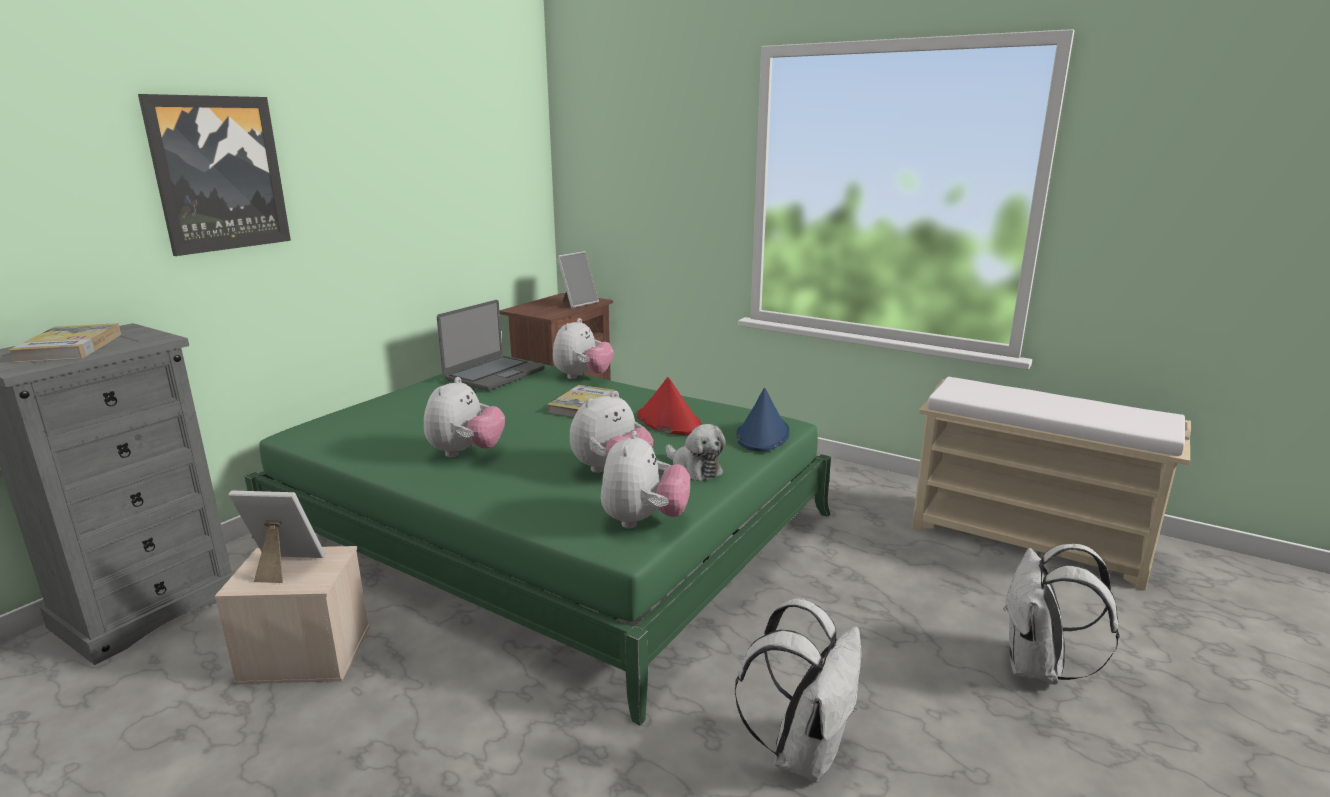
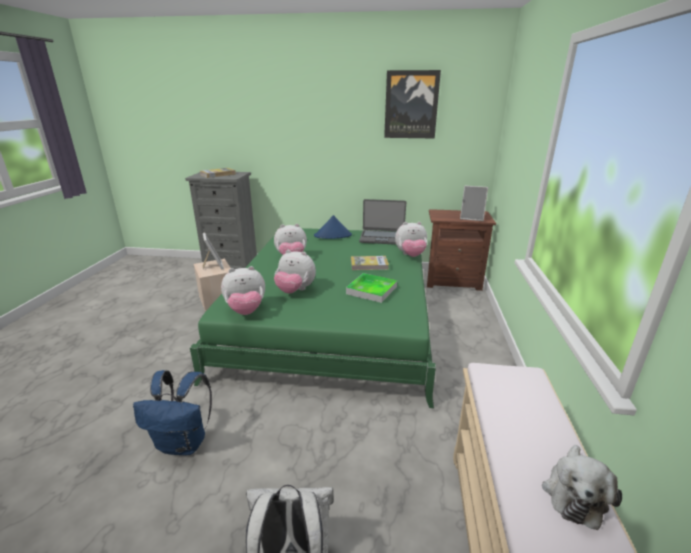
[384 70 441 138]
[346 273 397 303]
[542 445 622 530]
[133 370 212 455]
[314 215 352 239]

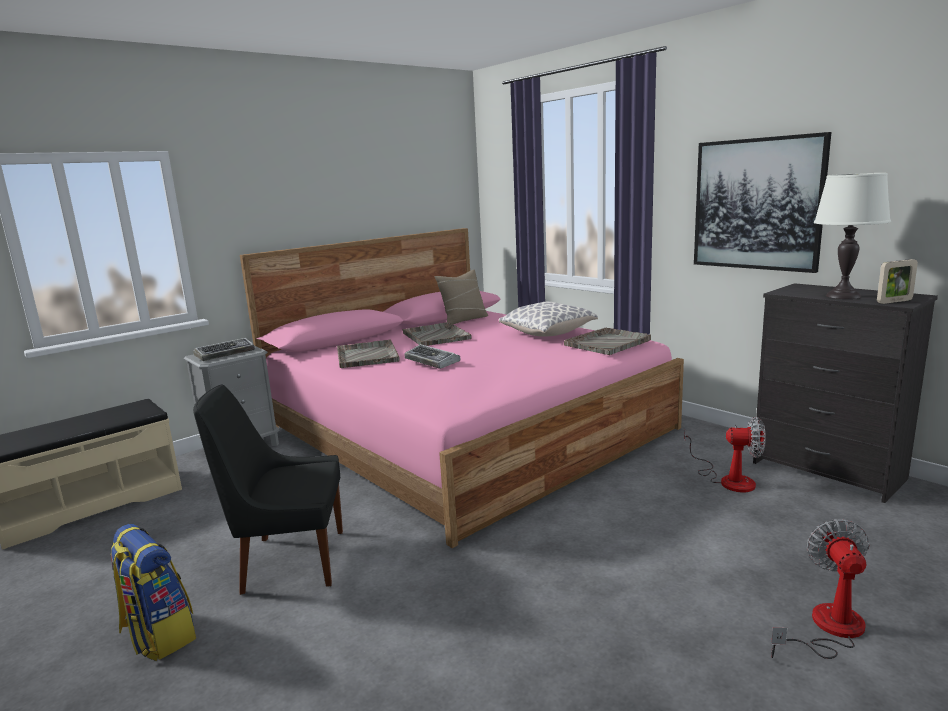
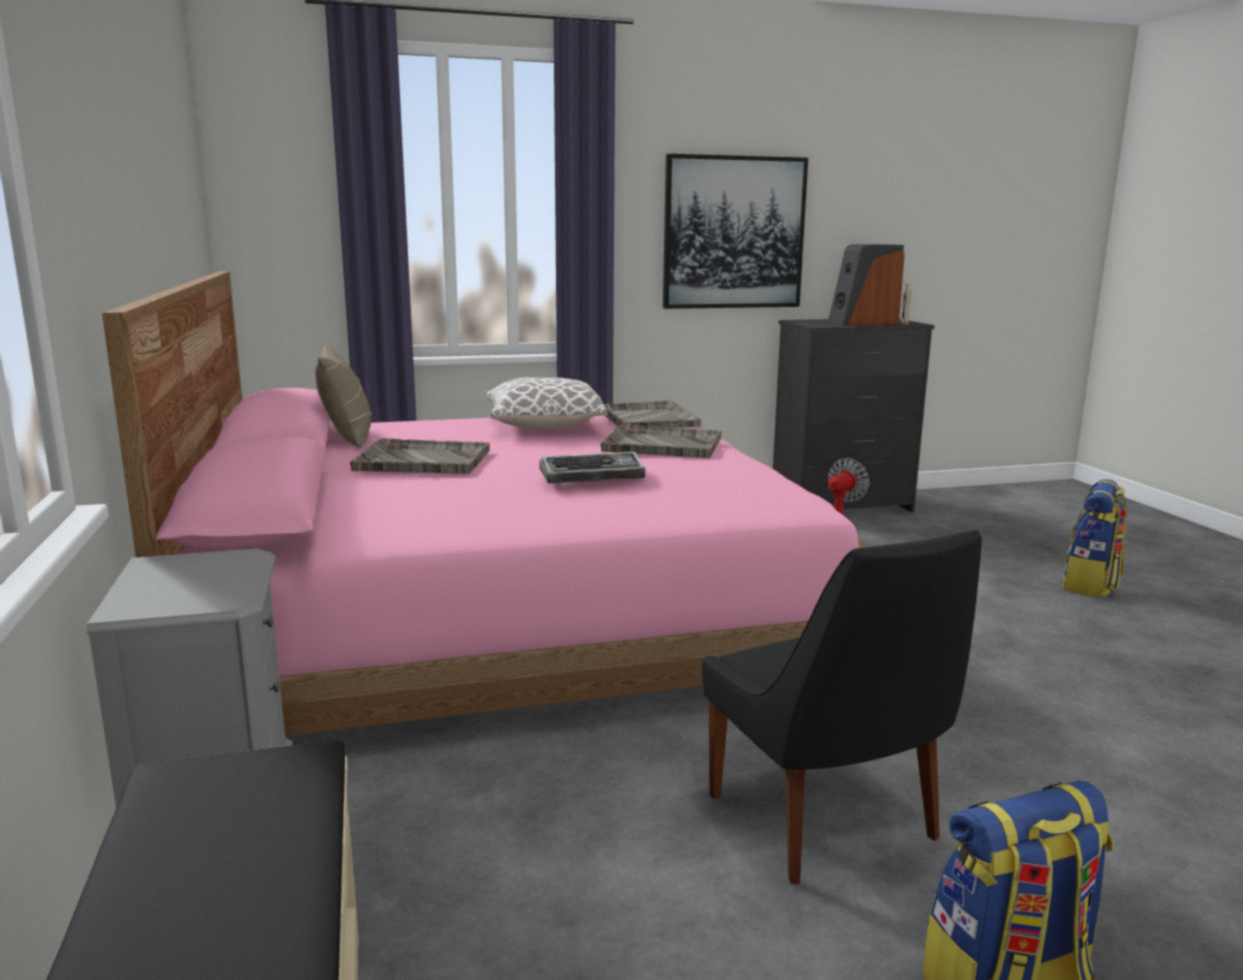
[193 338 255 361] (first image)
[702 530 982 884]
[600 424 722 458]
[1063 479 1127 597]
[828 244 905 326]

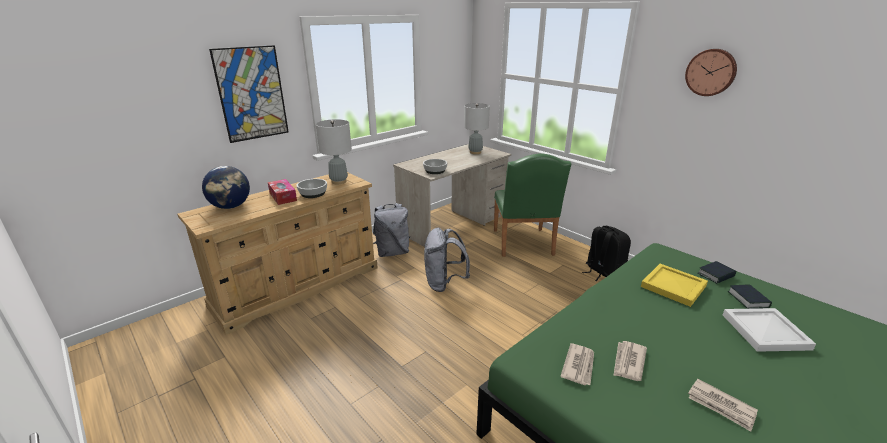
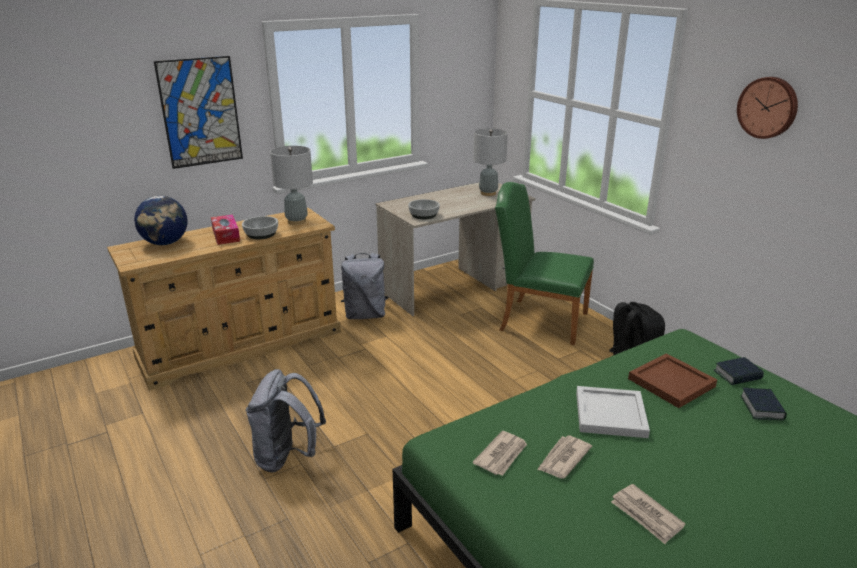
[246 369 326 473]
[495 182 594 345]
[628 353 717 408]
[576 386 650 438]

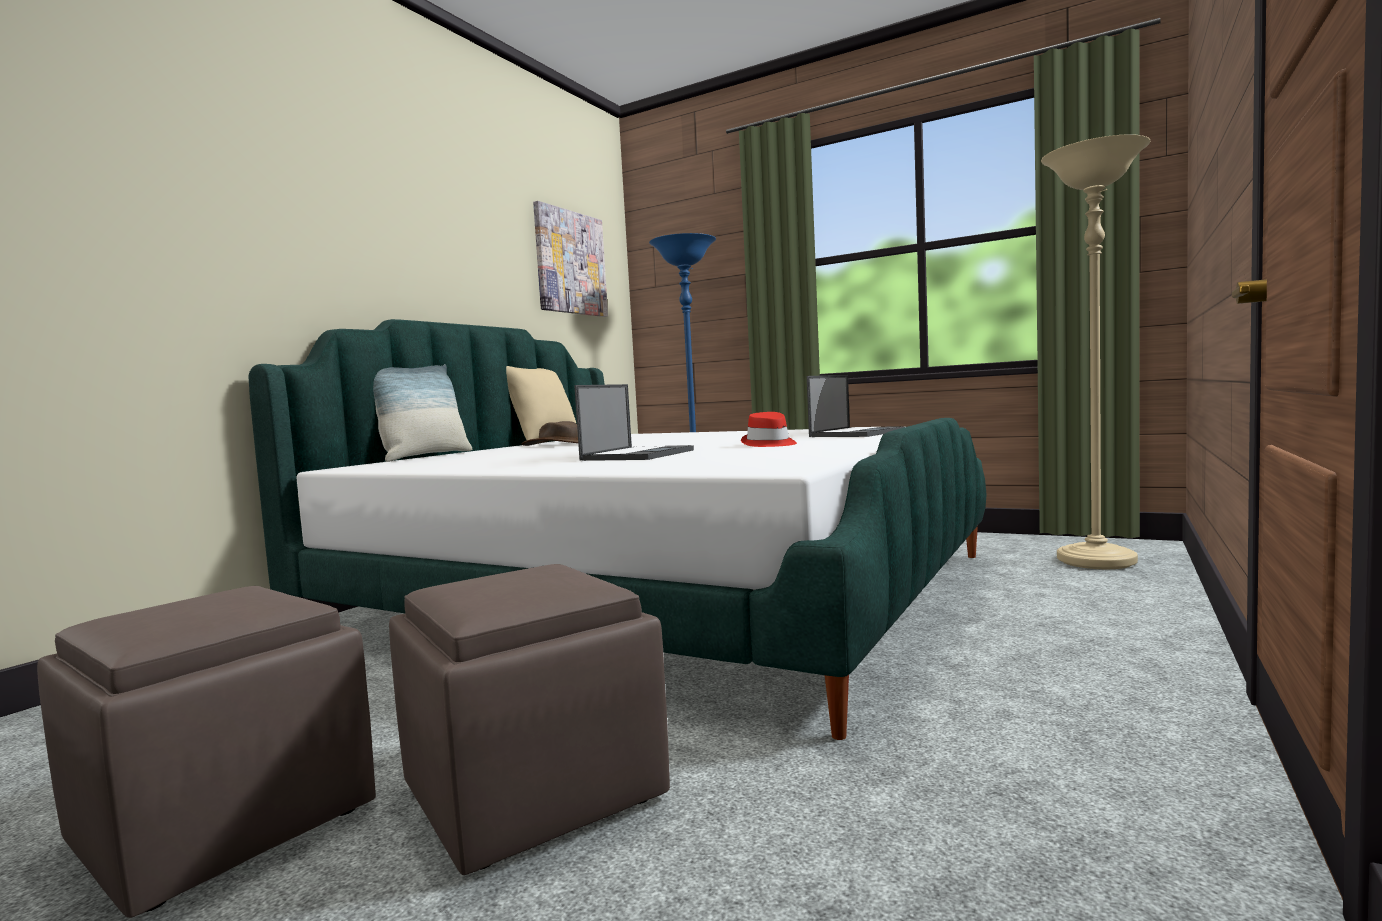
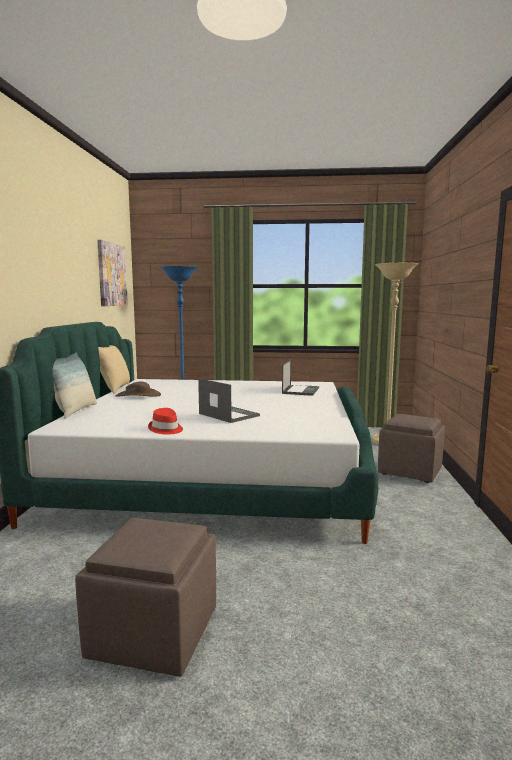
[378 414 445 483]
[198 378 260 423]
[148 408 183 434]

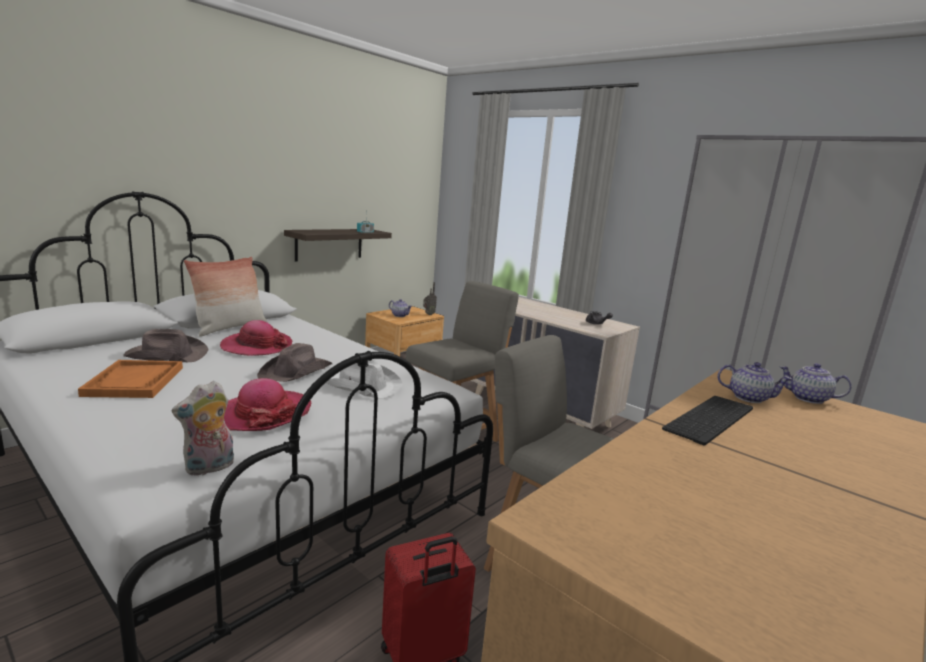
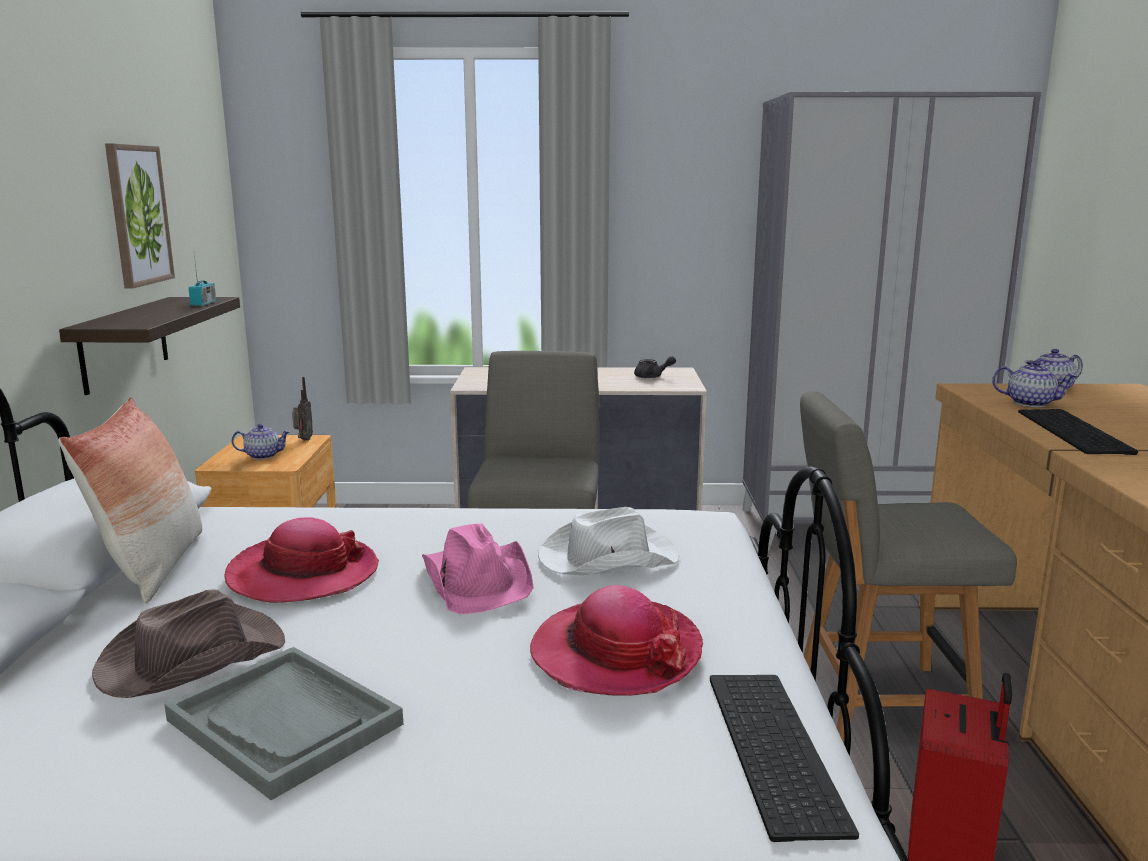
[164 647 403 800]
[710 675 859 842]
[422 523 534 614]
[992 361 1077 407]
[105 144 175 289]

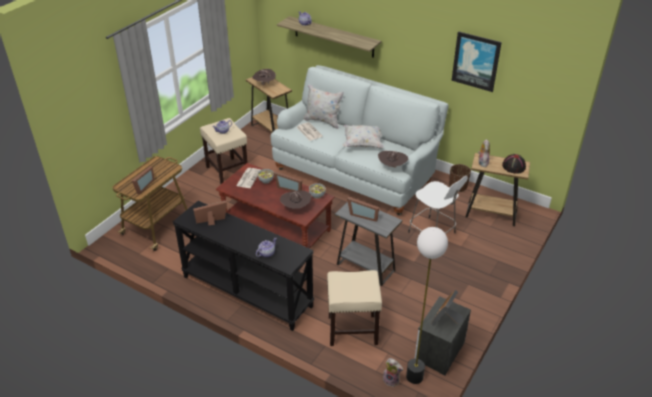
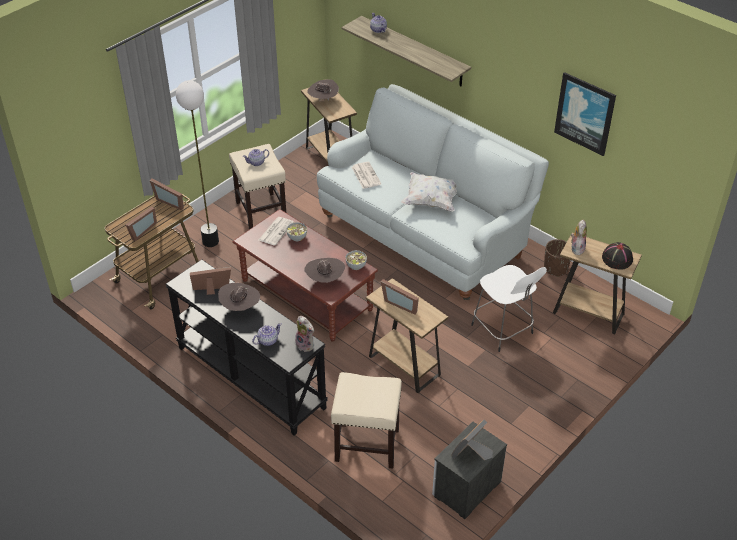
[150 179 184 210]
[303 84 344 129] (first image)
[366 278 448 393]
[218 282 260 311]
[295 316 315 352]
[176 80 219 247]

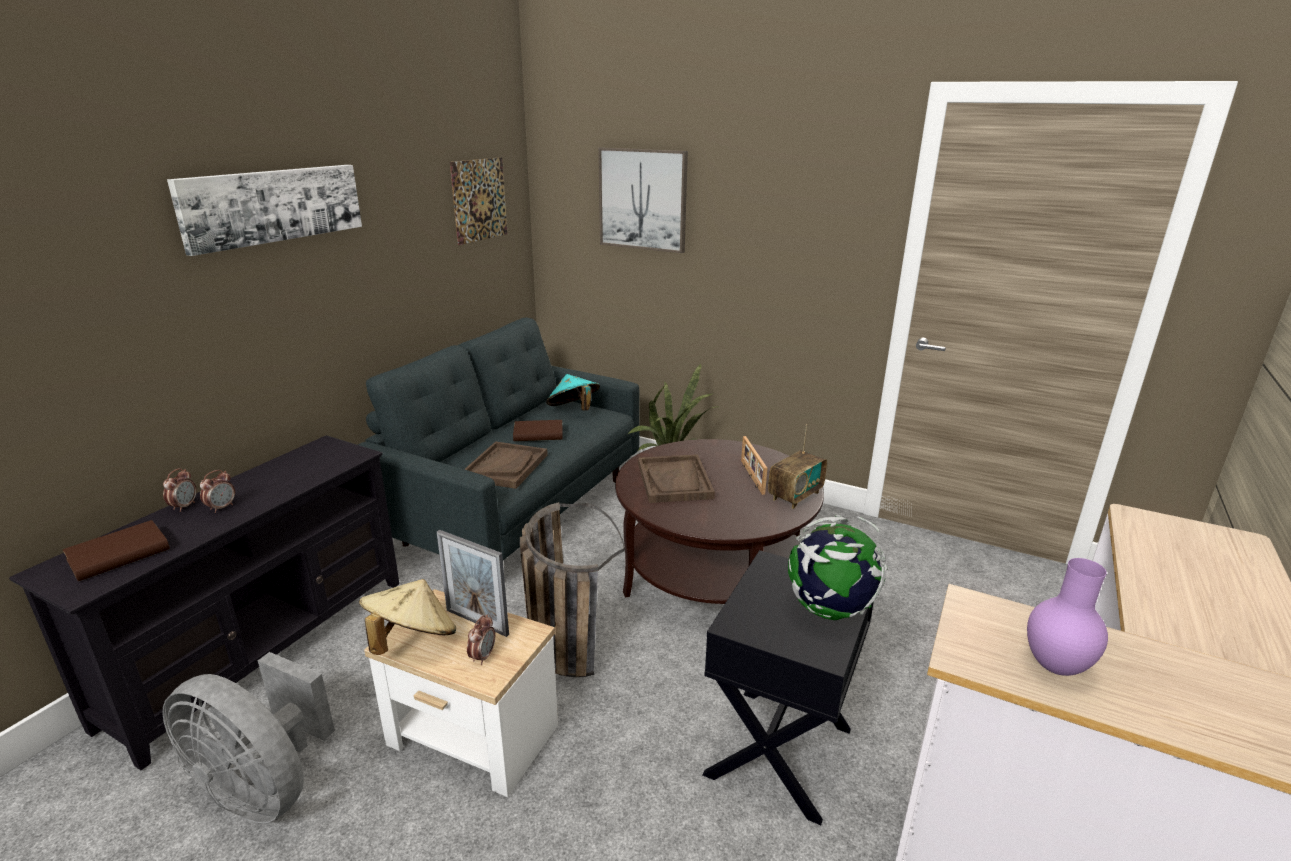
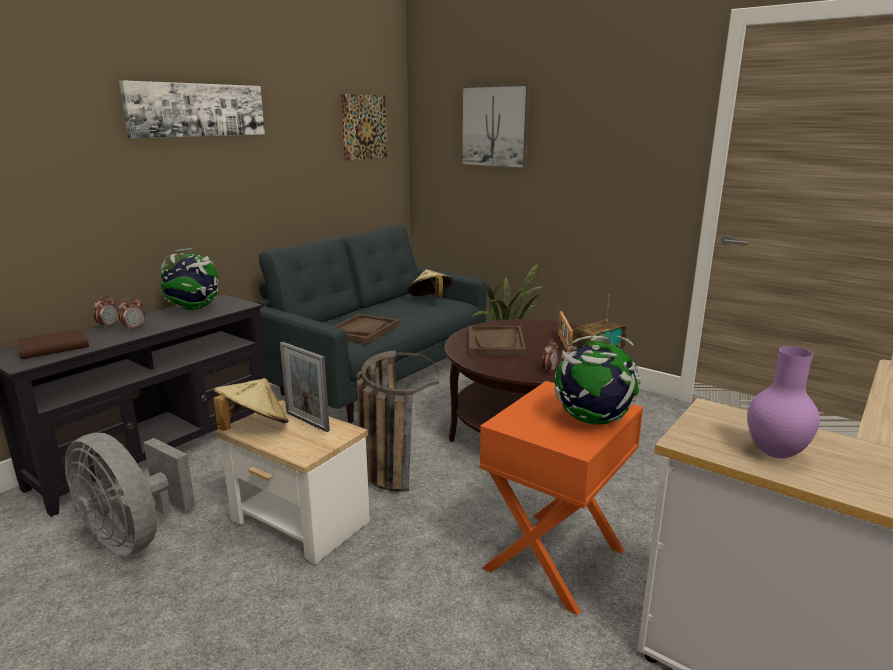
[542 340 558 372]
[513 420 563 441] (first image)
[407 269 453 298]
[480 381 643 616]
[160 248 219 310]

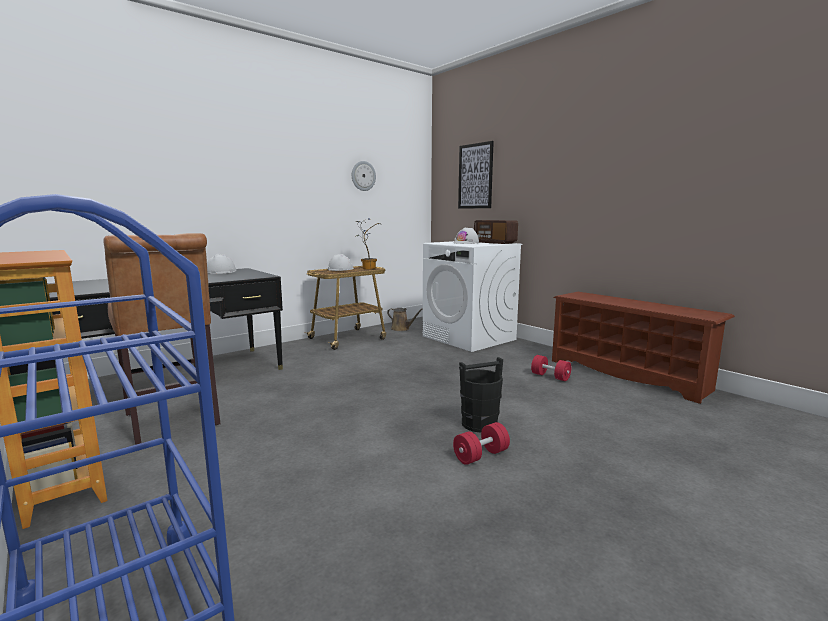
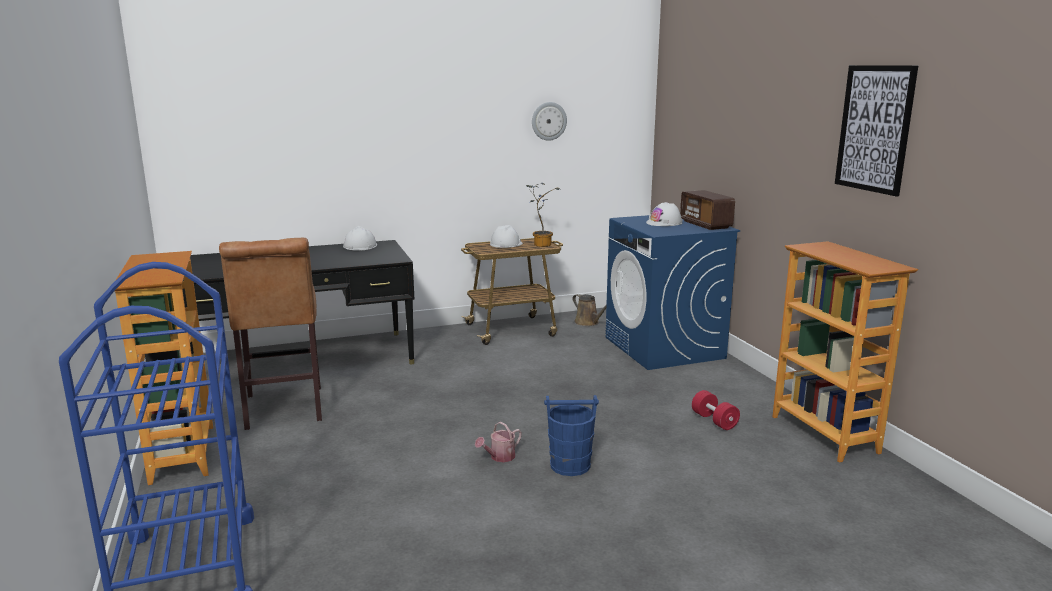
[605 215 740 370]
[453 422 510 465] (first image)
[835 65 918 197]
[544 395 599 476]
[772 241 918 463]
[475 422 522 462]

